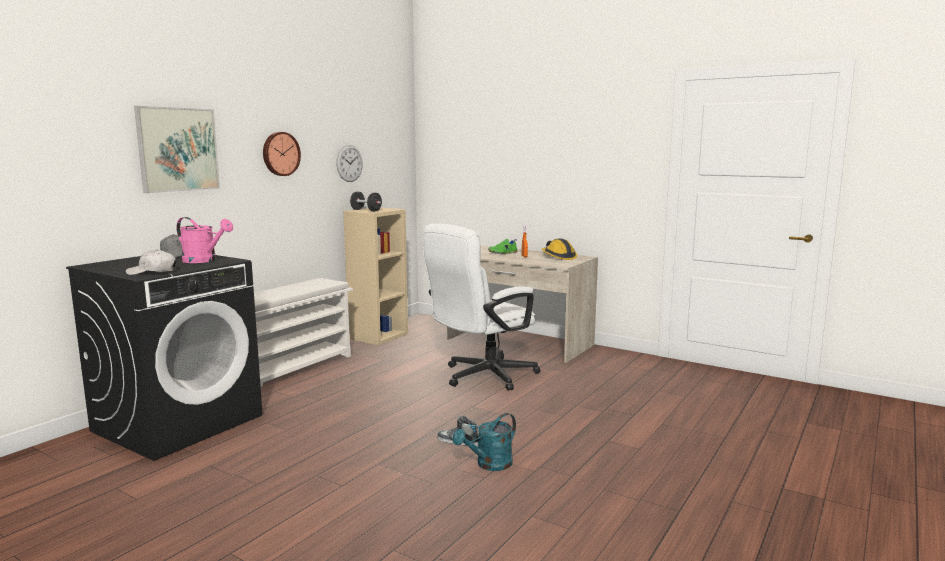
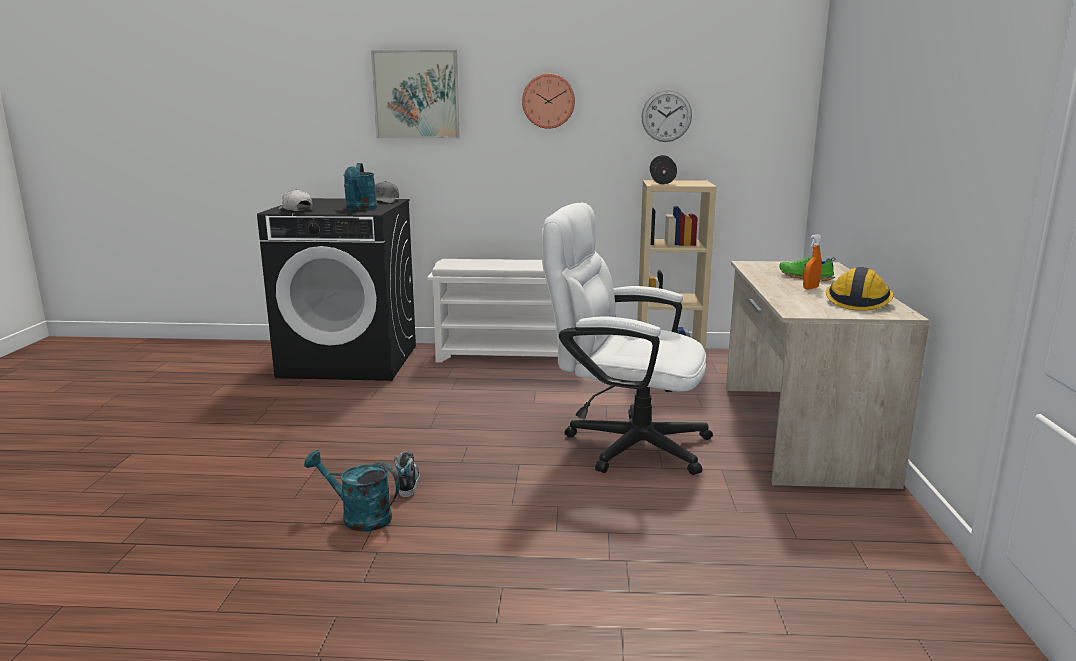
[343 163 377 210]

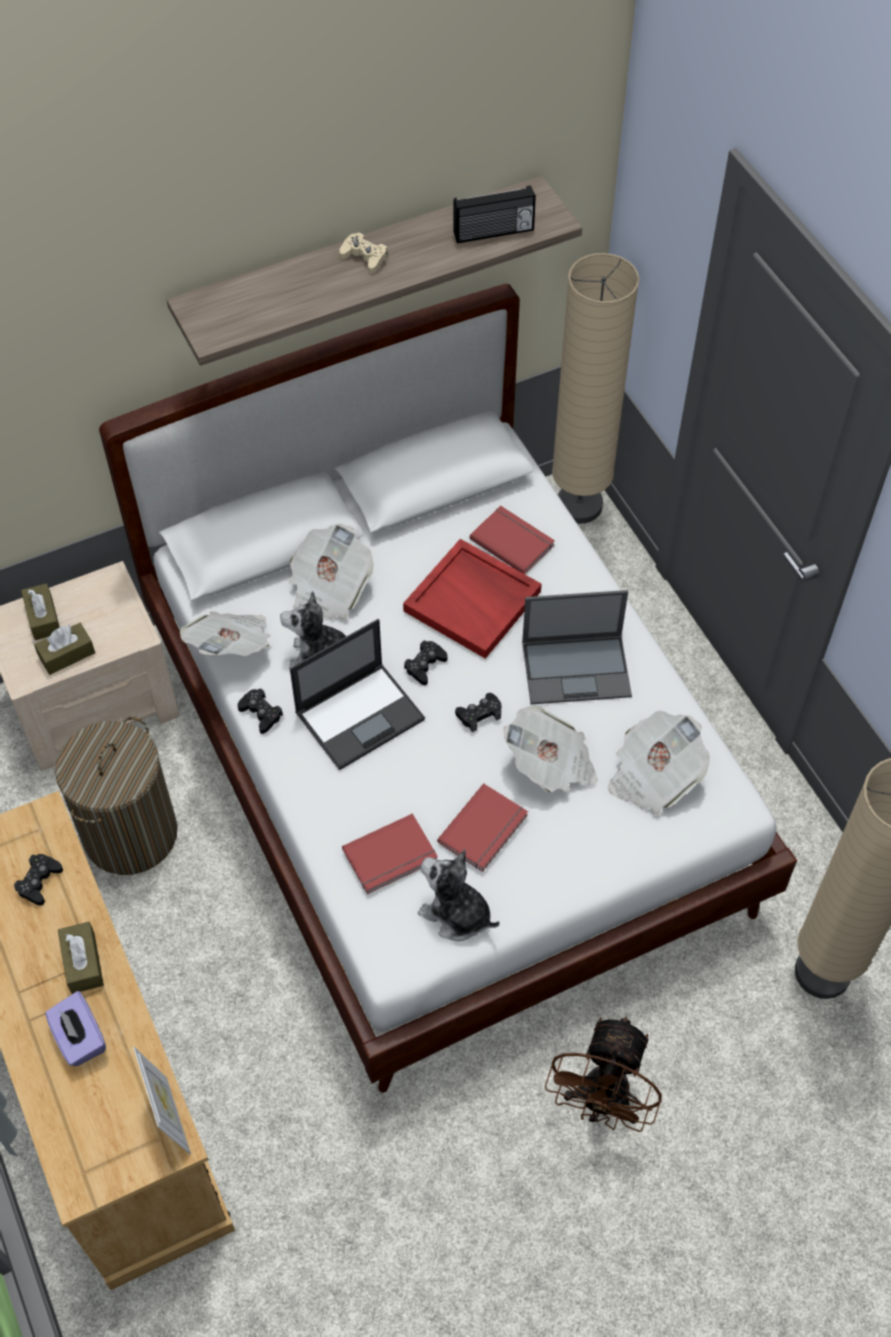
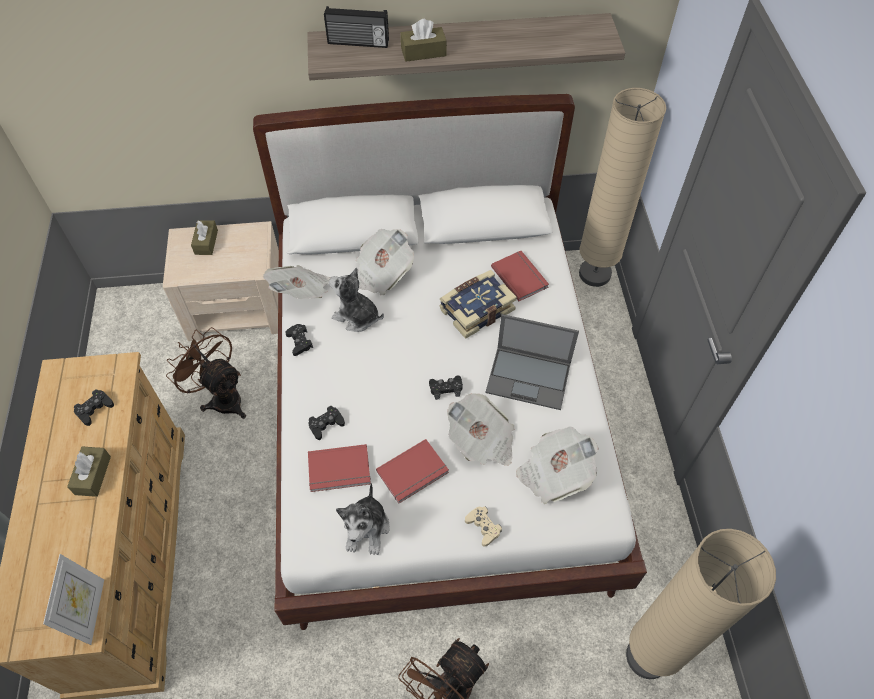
[401 19 447 62]
[45 991 106 1066] (first image)
[166 327 246 419]
[290 619 425 770] (first image)
[465 506 502 547]
[439 270 517 339]
[308 406 345 440]
[336 483 390 555]
[324 6 389 48]

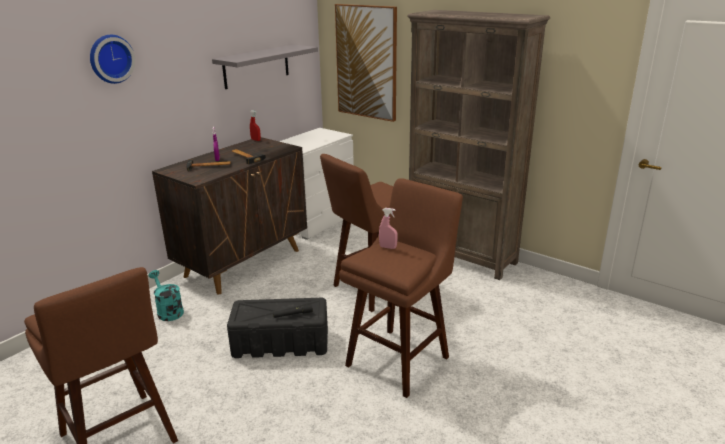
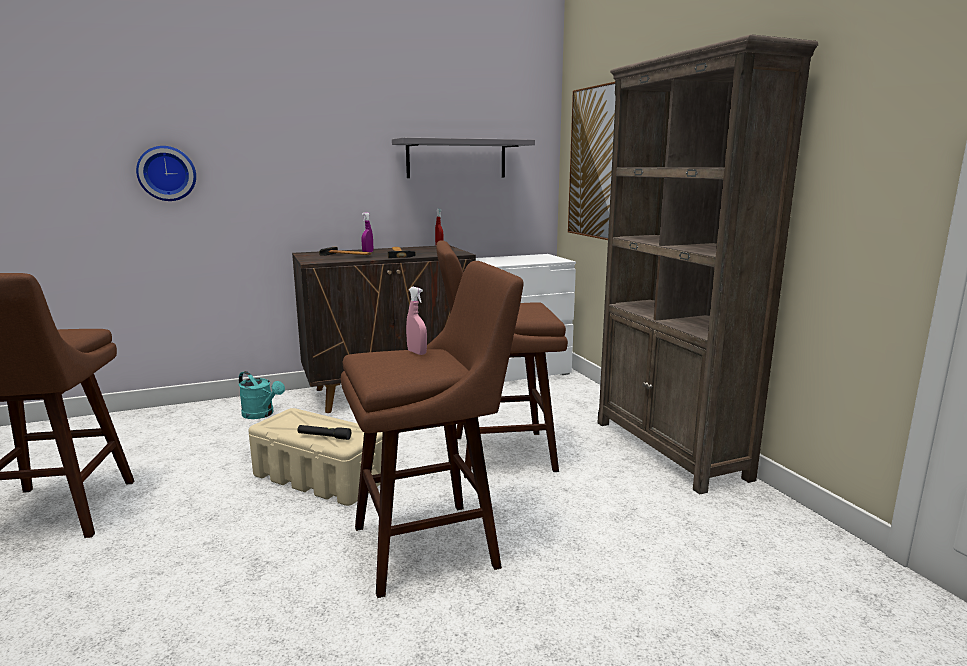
[136 146 196 201]
[239 371 285 419]
[248 408 383 506]

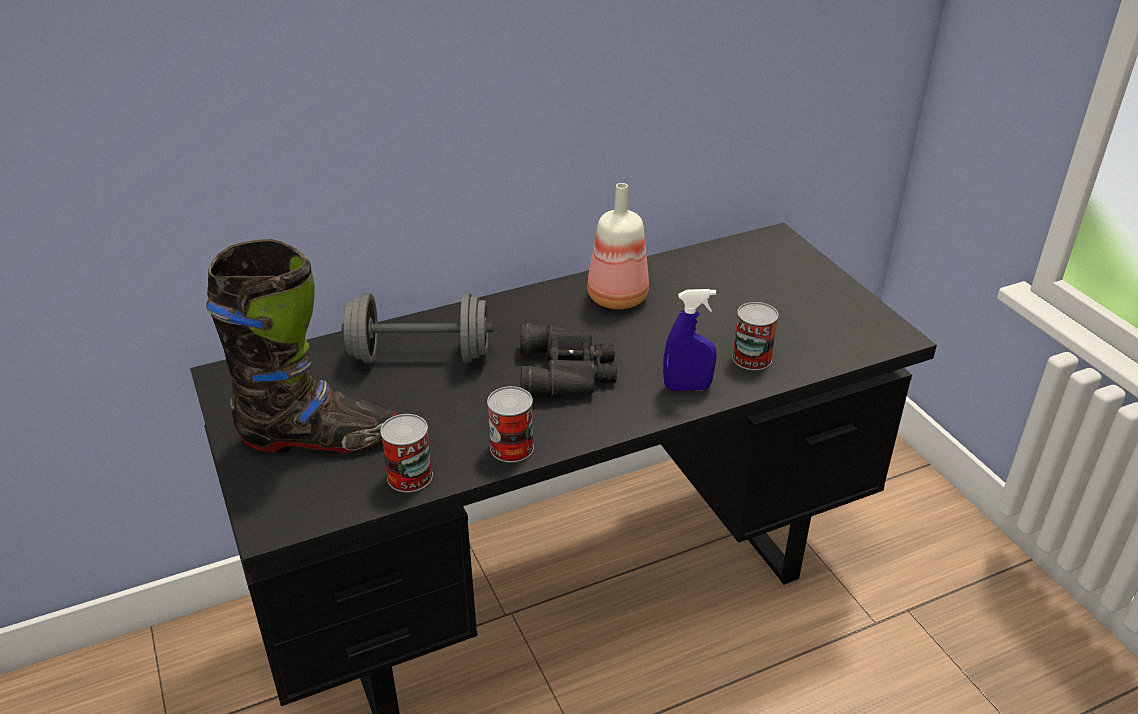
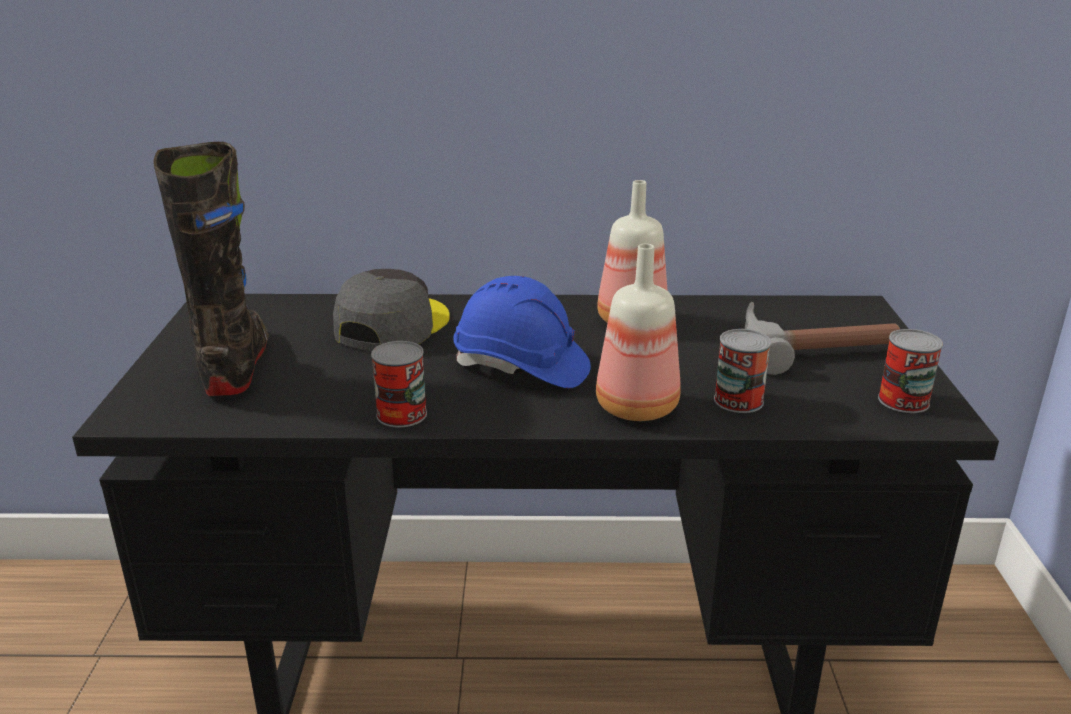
[153 142 269 396]
[333 269 450 351]
[878 329 943 413]
[453 276 591 388]
[596 244 680 421]
[744 302 900 375]

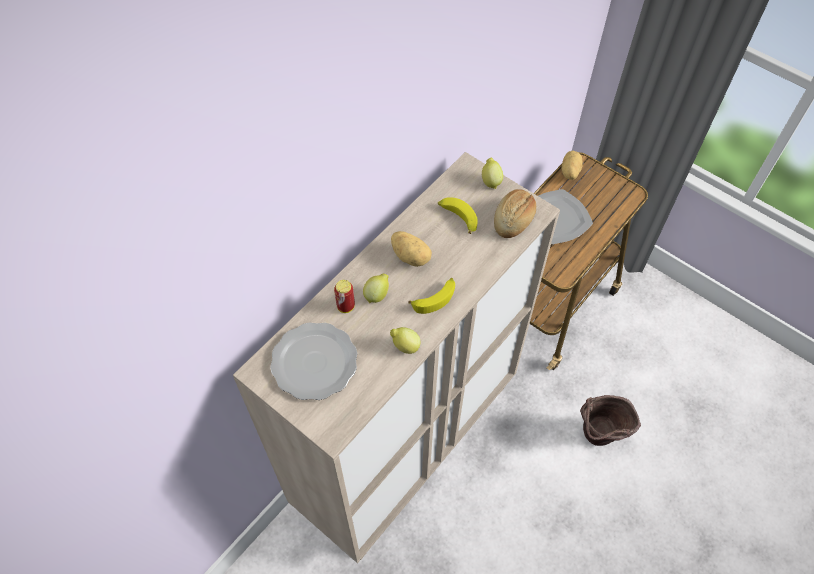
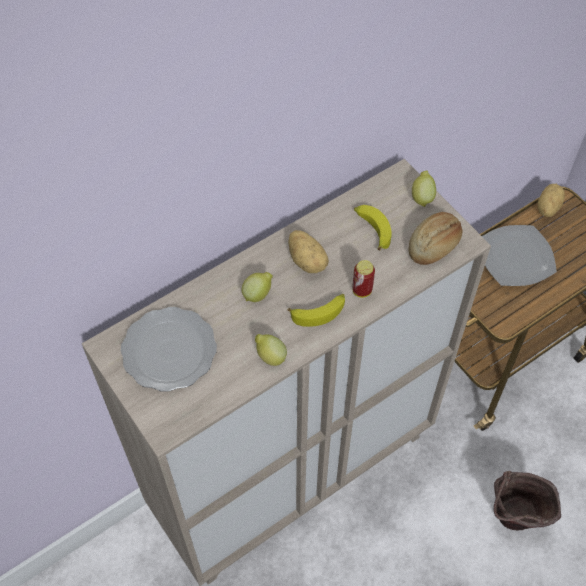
[352 260 375 298]

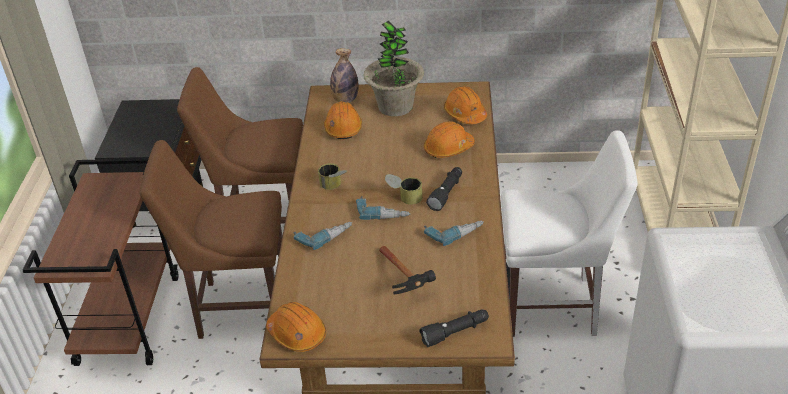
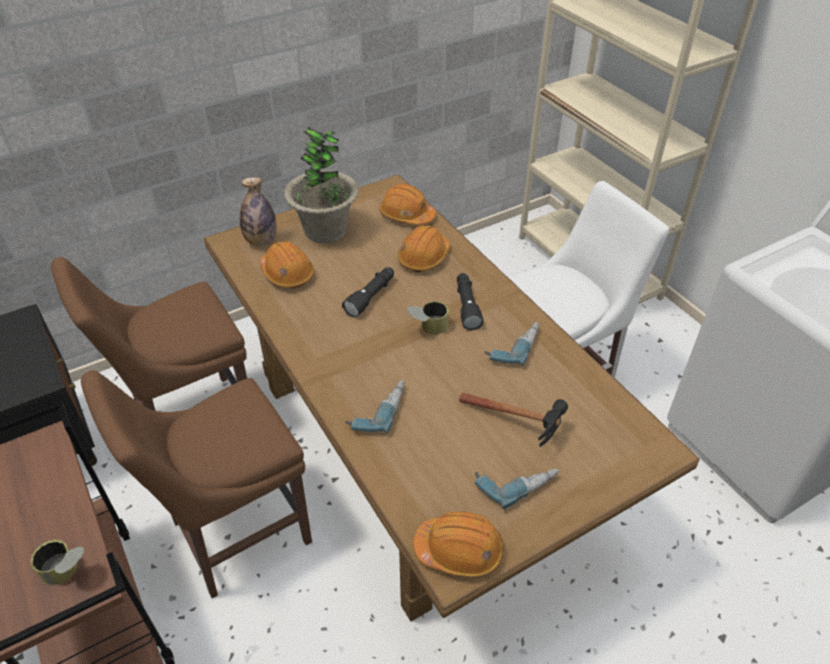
[30 540 84 585]
[475 469 559 509]
[342 267 394 318]

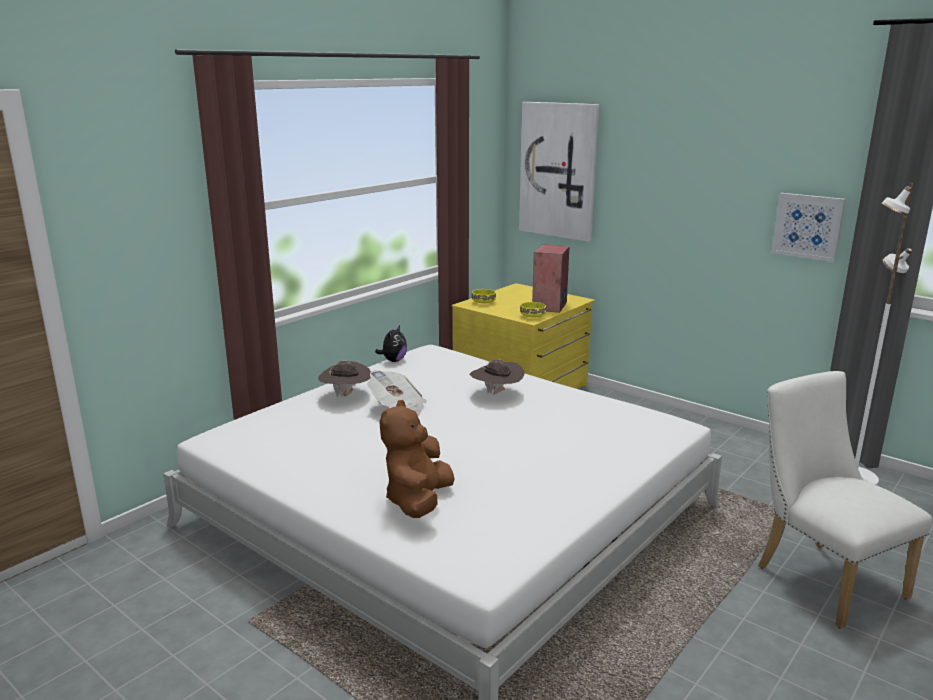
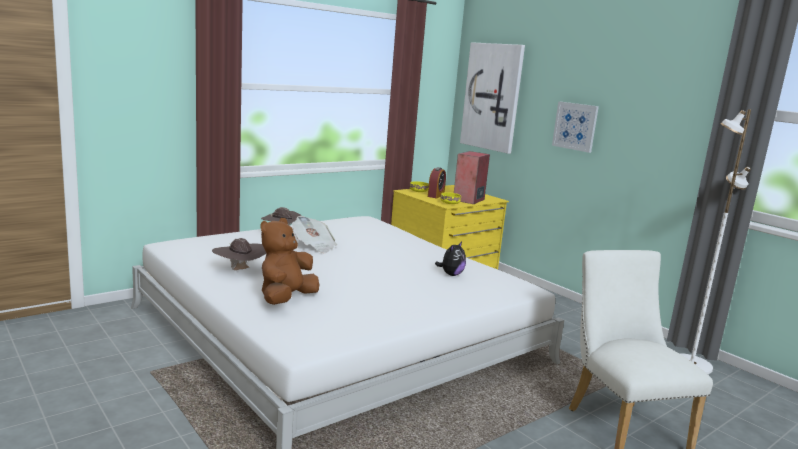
[435 242 466 276]
[212 238 266 270]
[552 101 599 153]
[428 167 446 198]

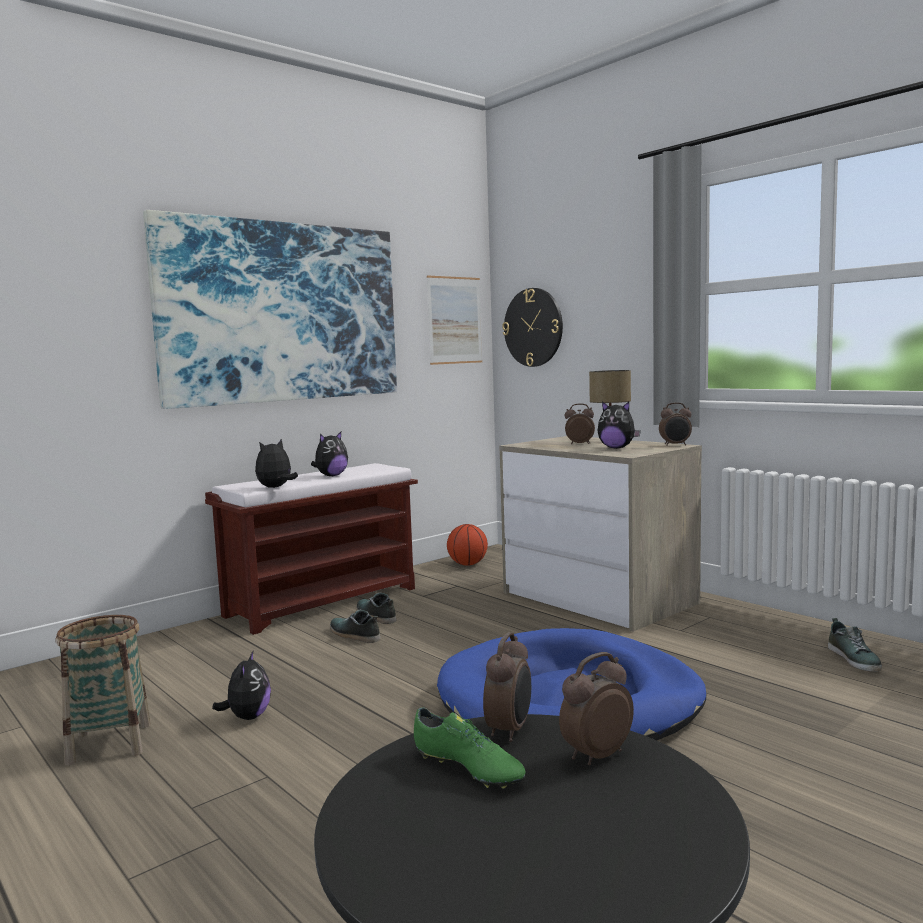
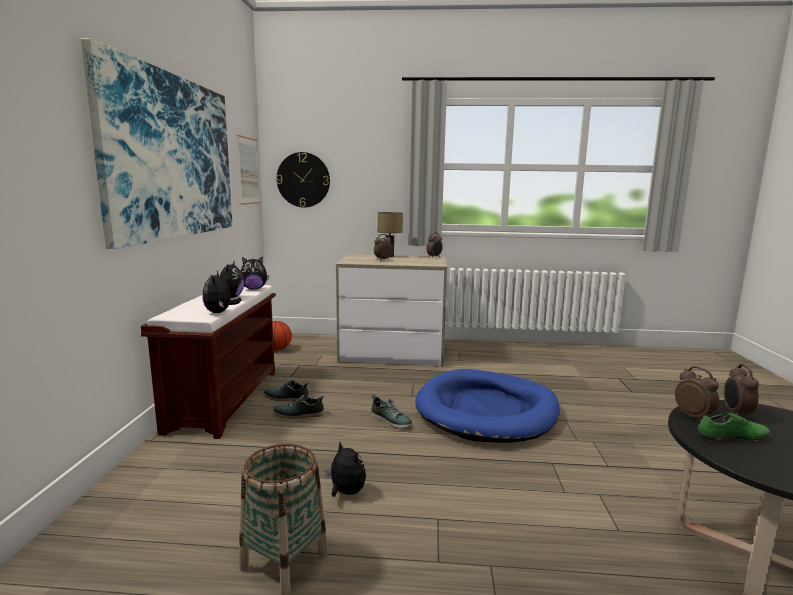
[241 256 269 290]
[371 395 412 429]

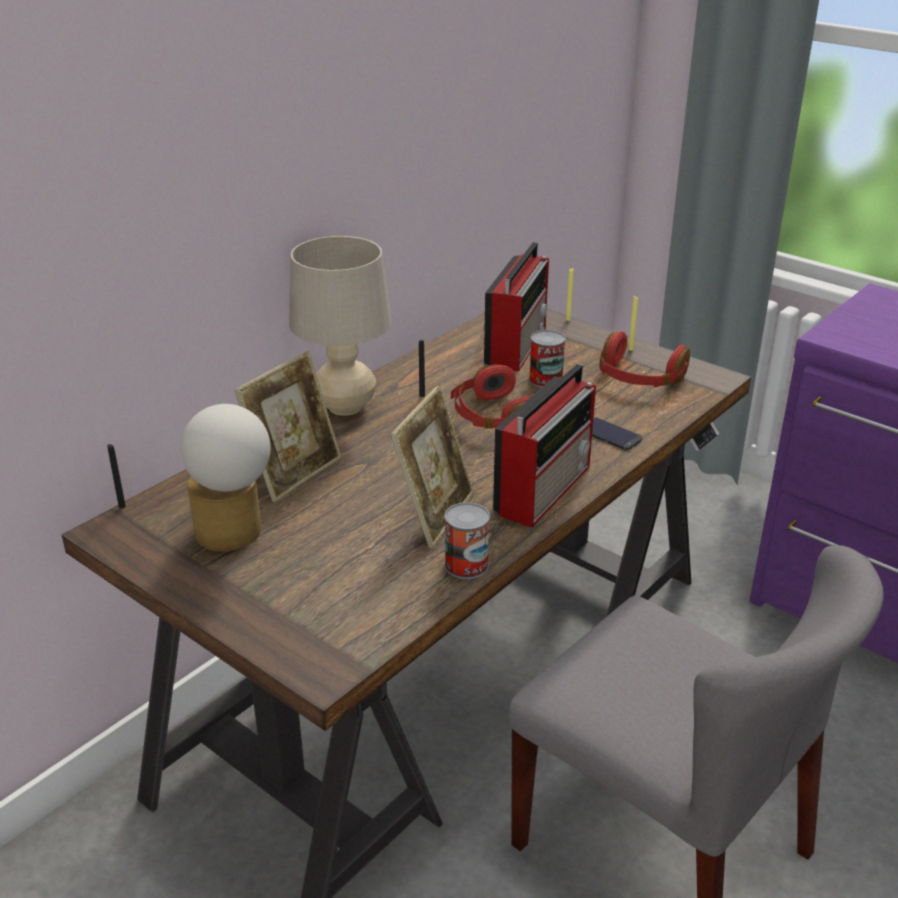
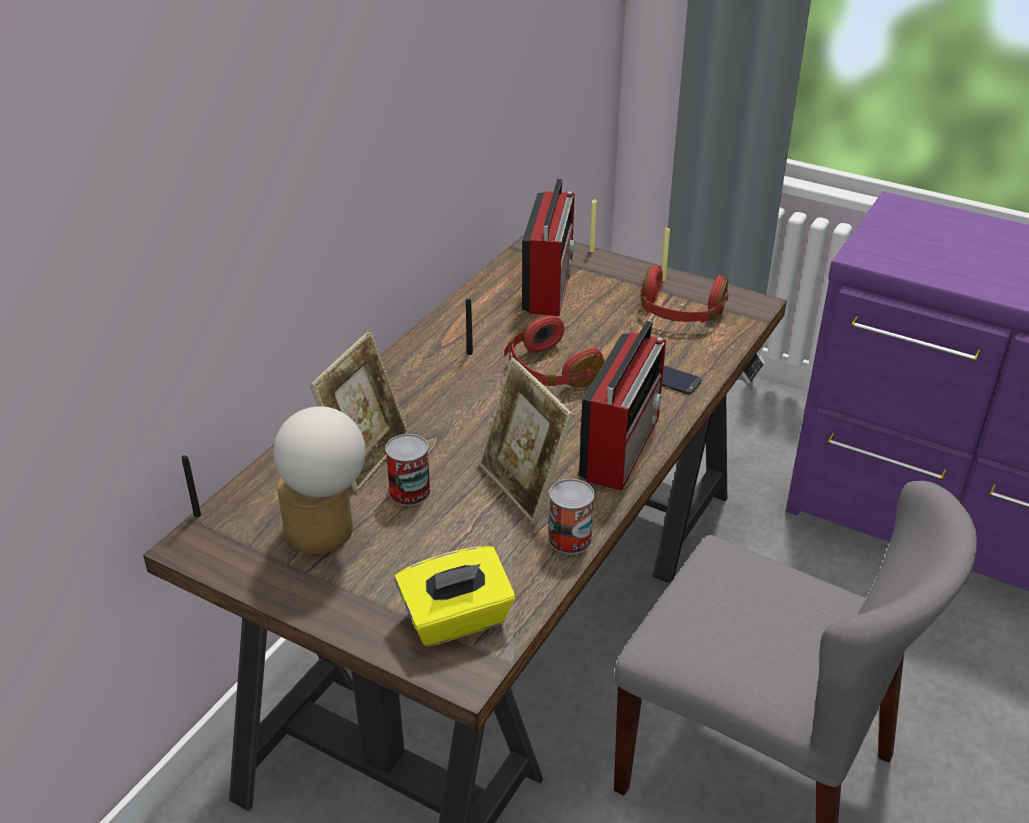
[289 236 391 416] (first image)
[478 358 574 524]
[385 434 431 506]
[395 546 515 647]

